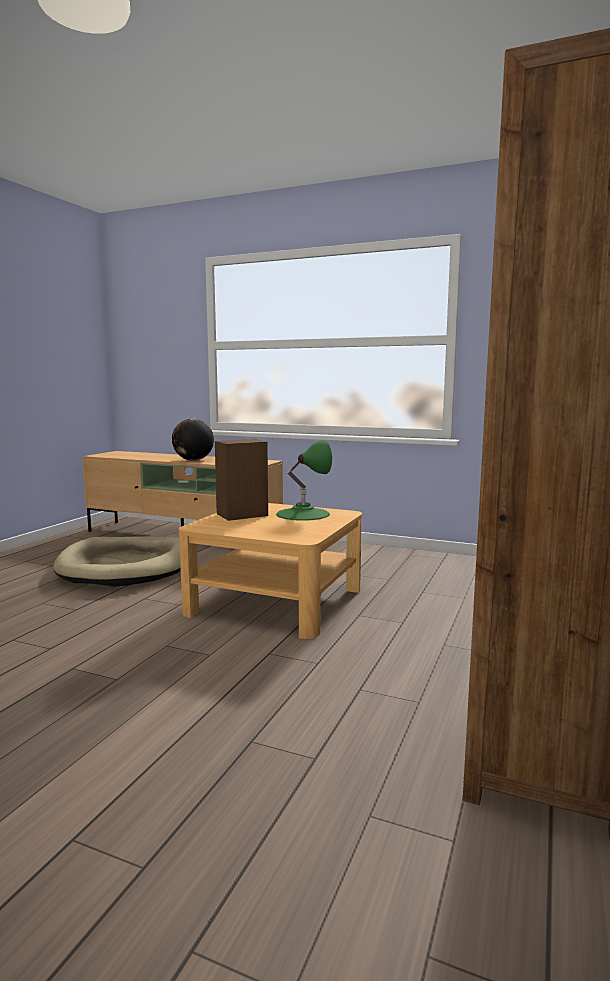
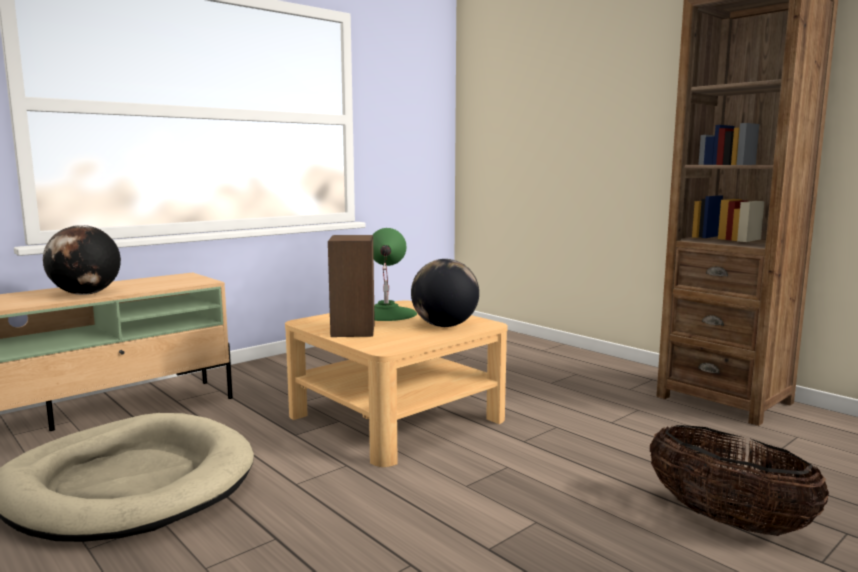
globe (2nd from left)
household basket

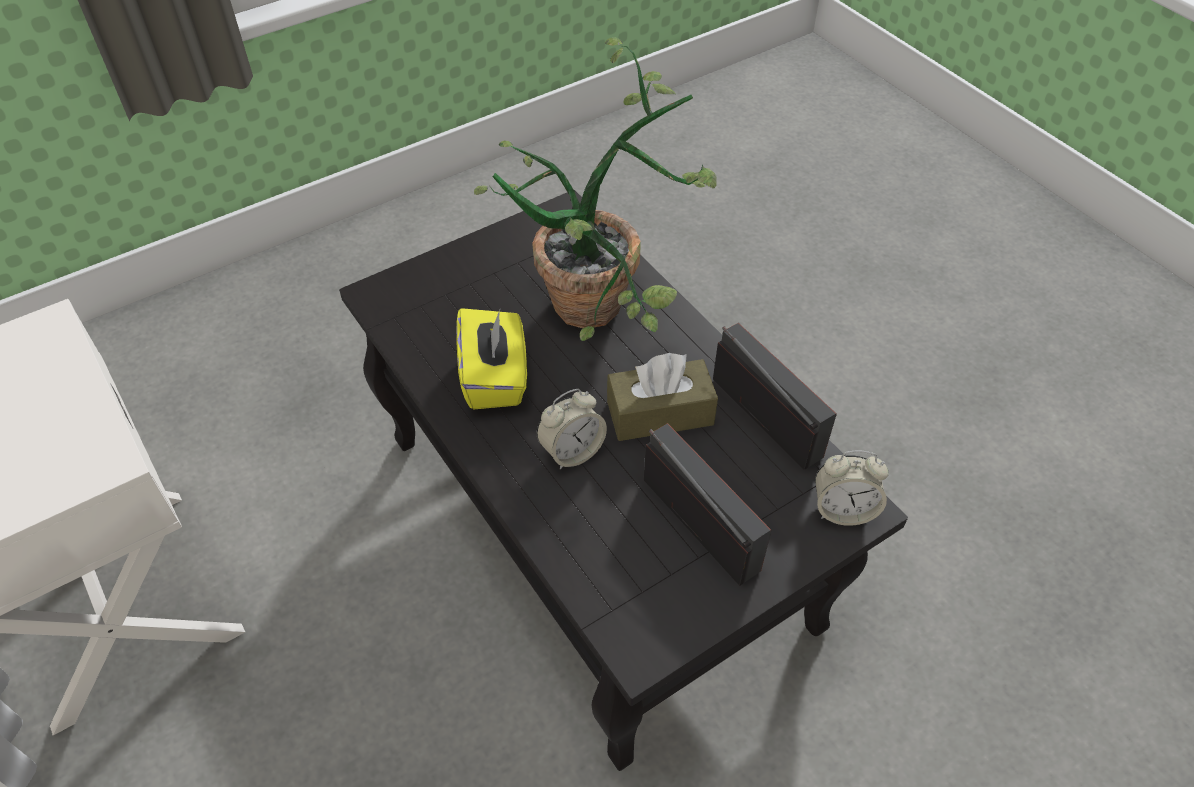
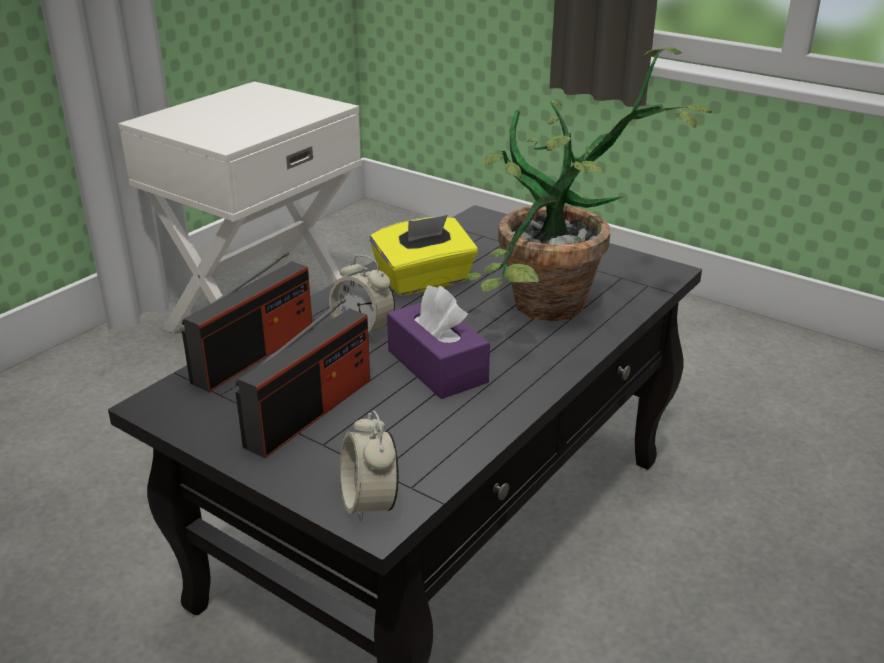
radio set (1st from left)
purple box of tissues

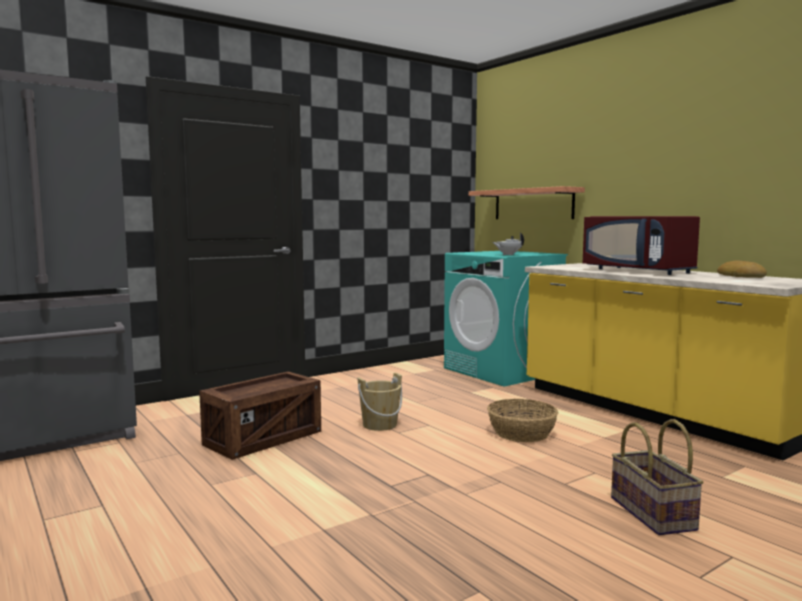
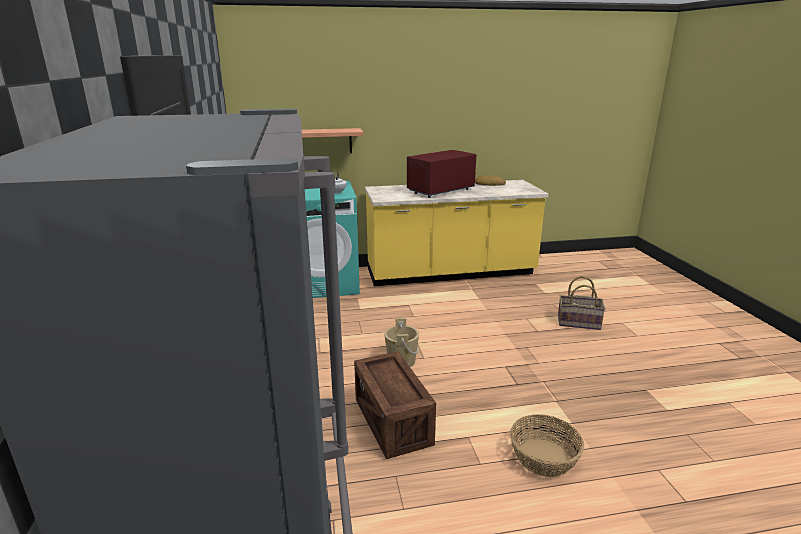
household basket (1st from left)
reddish kitchen microwave

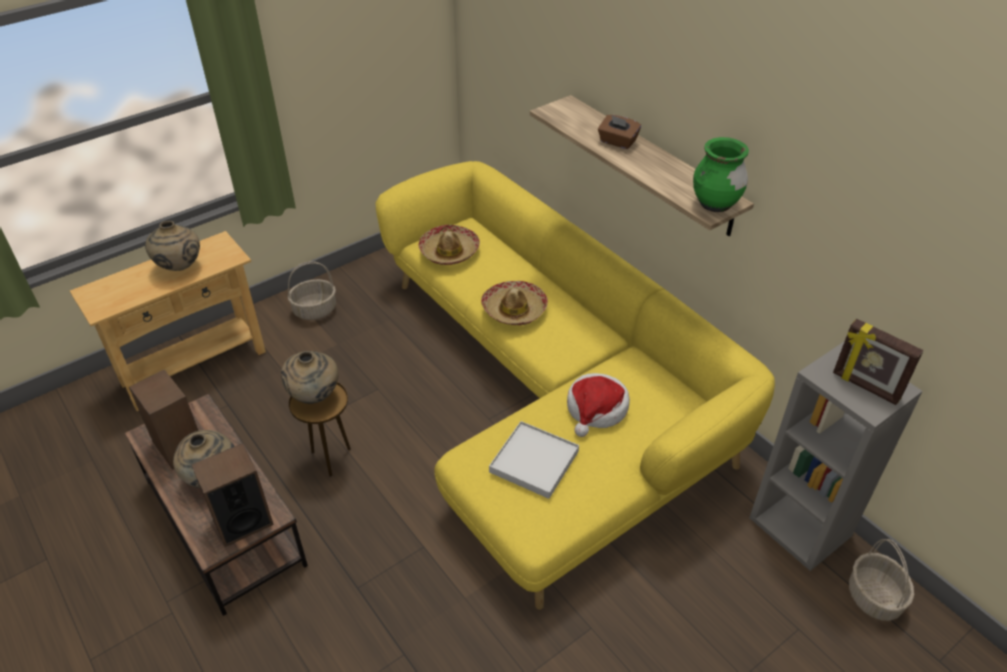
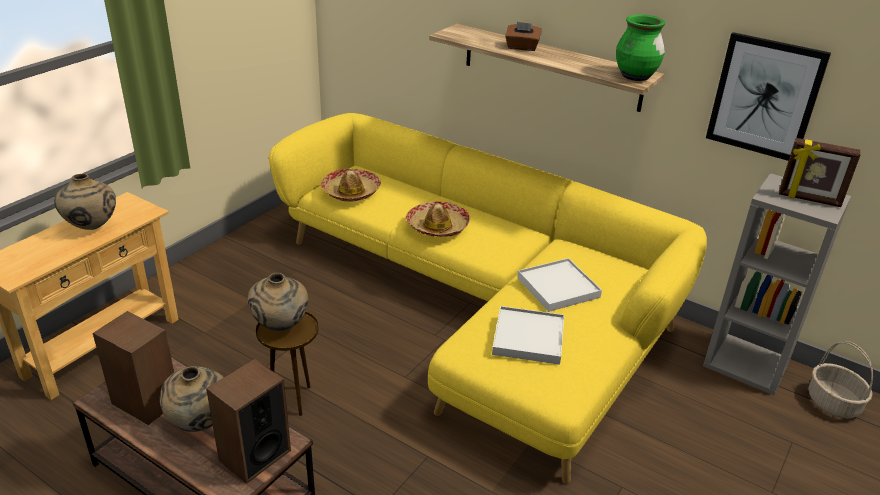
household basket (1st from left in the first image)
wall picture
white carrying tray (2nd from left)

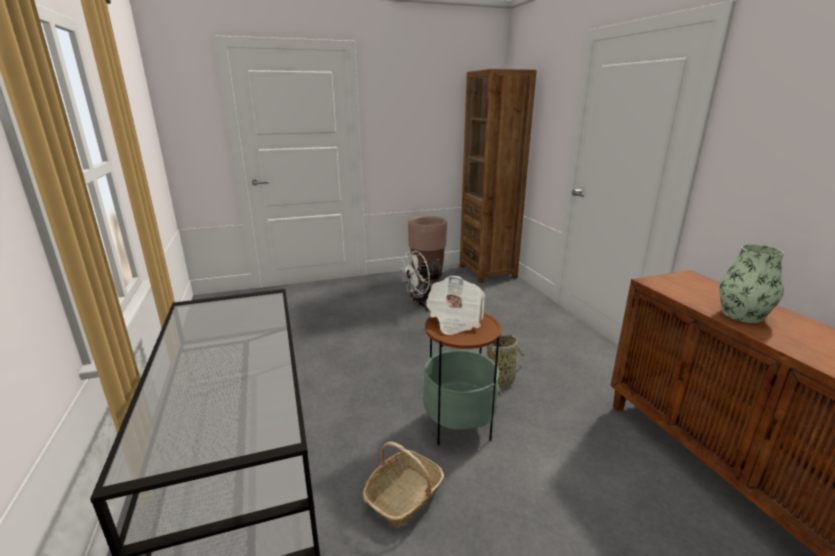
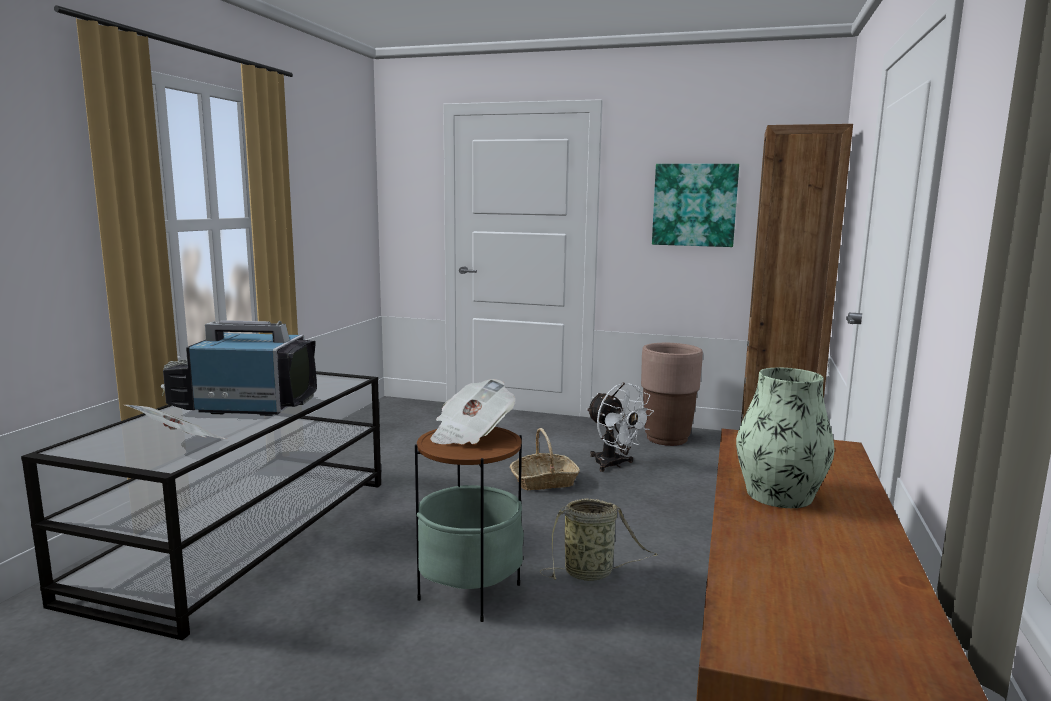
newspaper (1st from left)
television
wall picture
household basket (1st from left)
white electric fan

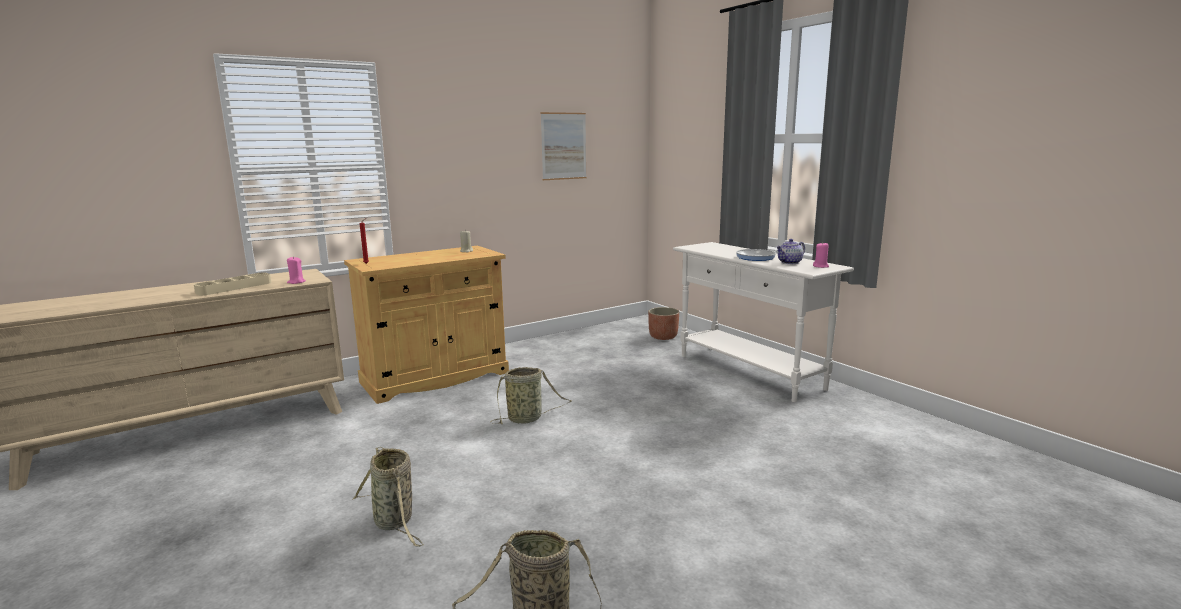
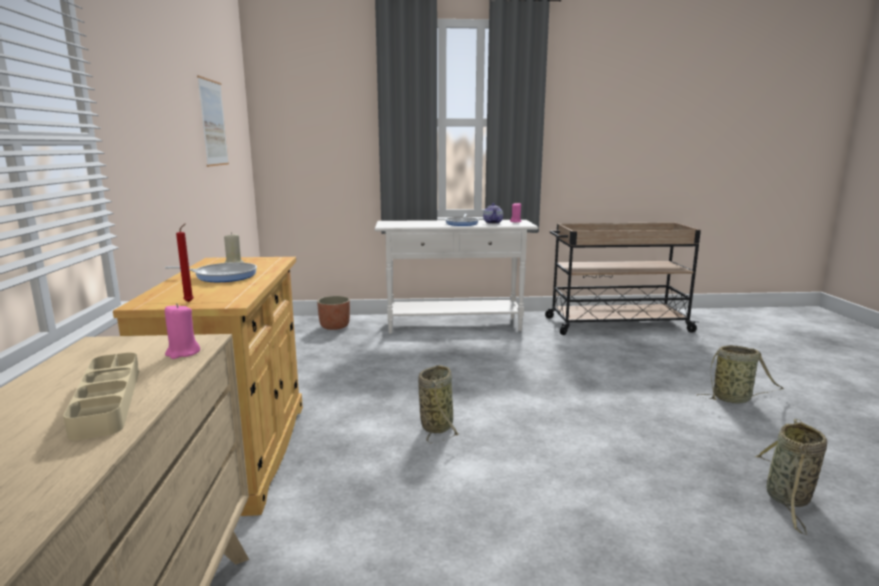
skillet (1st from left)
beige-coloured trolley
household basket (2nd from left)

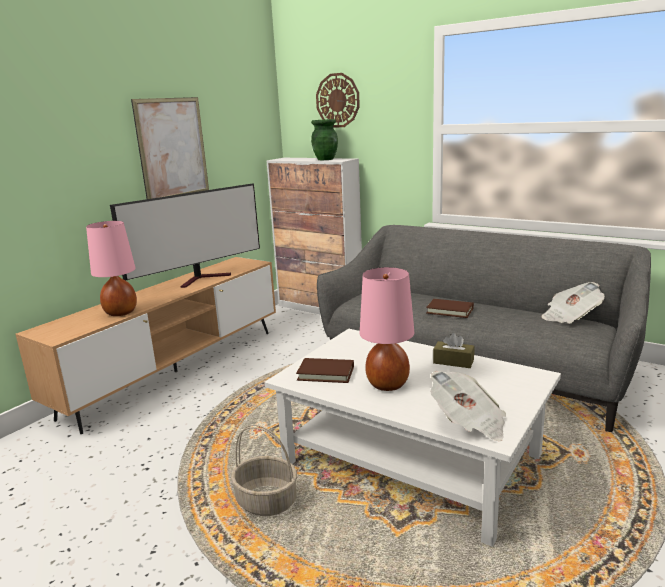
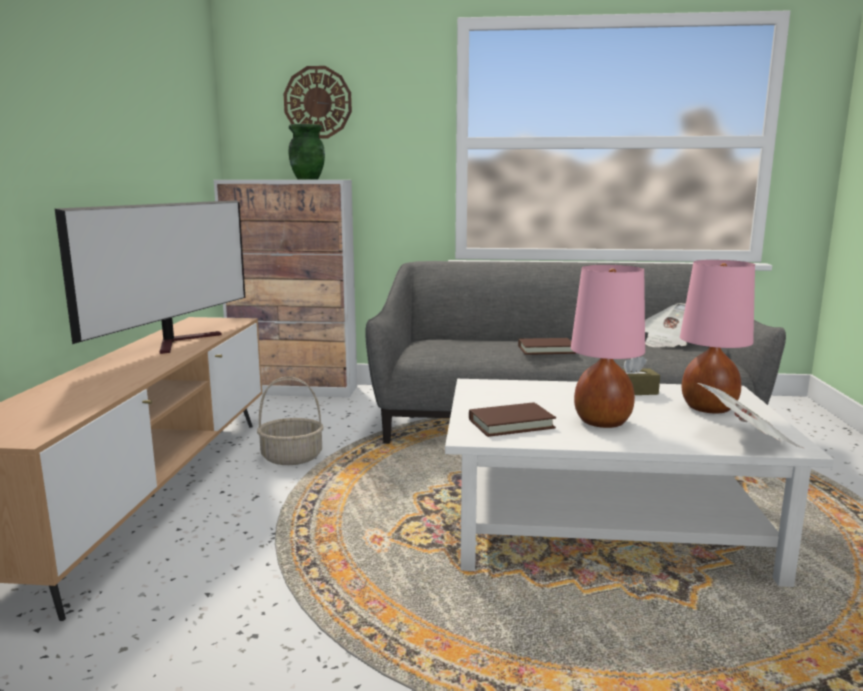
wall picture
pinkish lamp for a table (2nd from left)
household basket

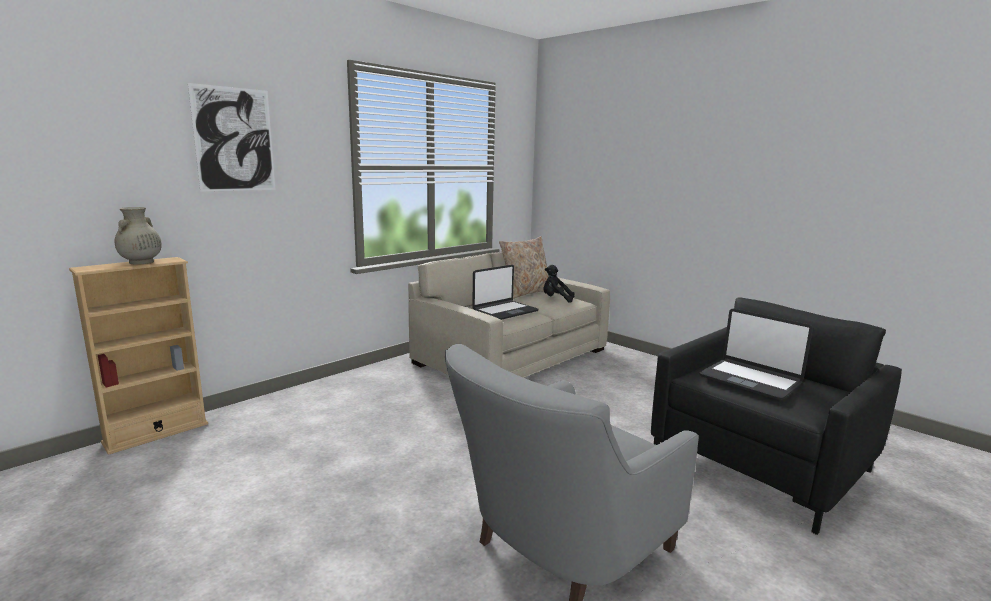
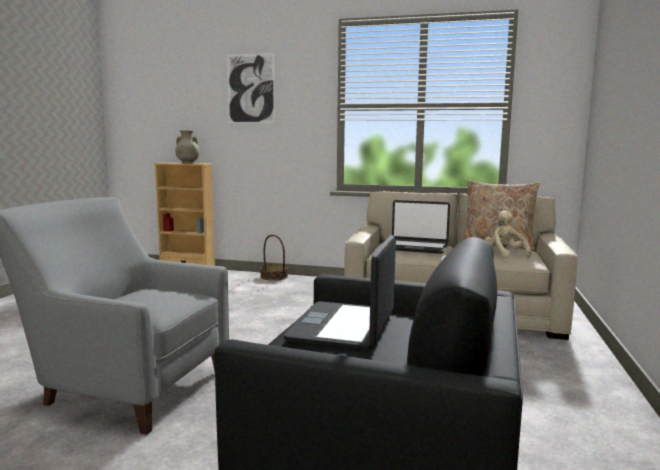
household basket
beige-coloured cuddly toy

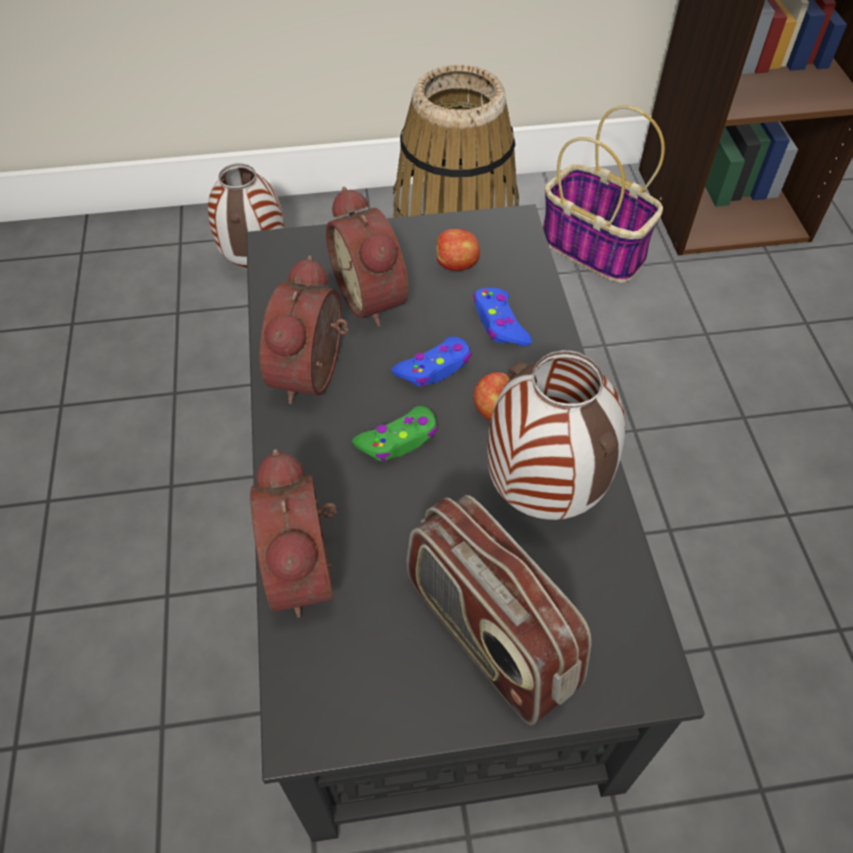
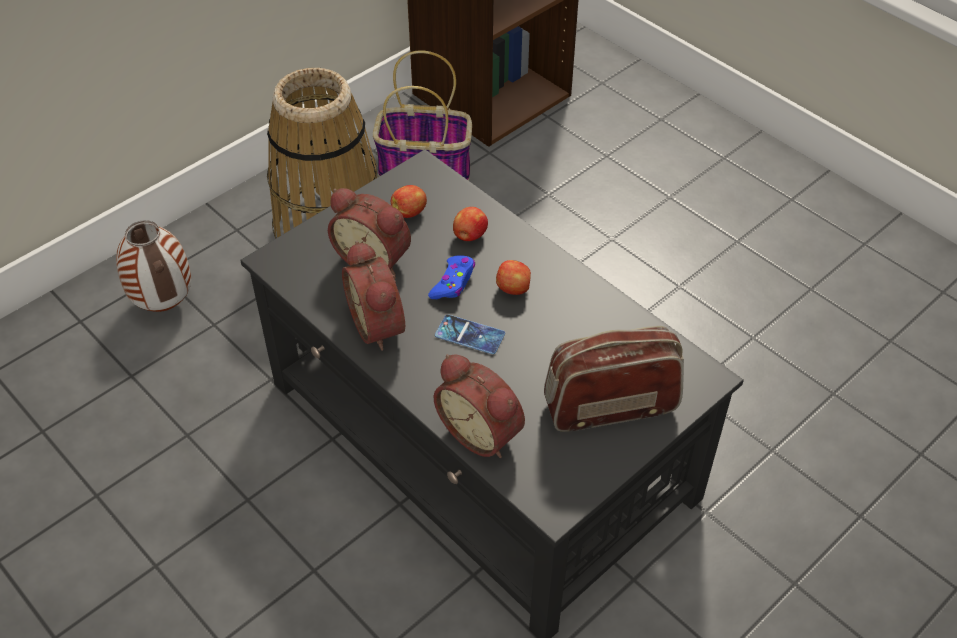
decorative vase (2nd from left in the first image)
telephone
apple fruit (2nd from left)
radio set

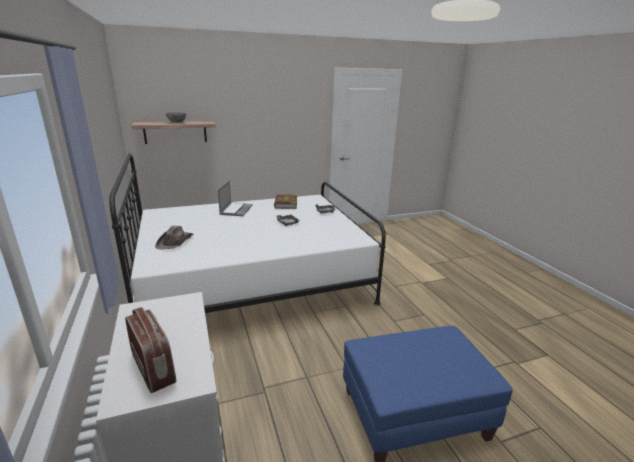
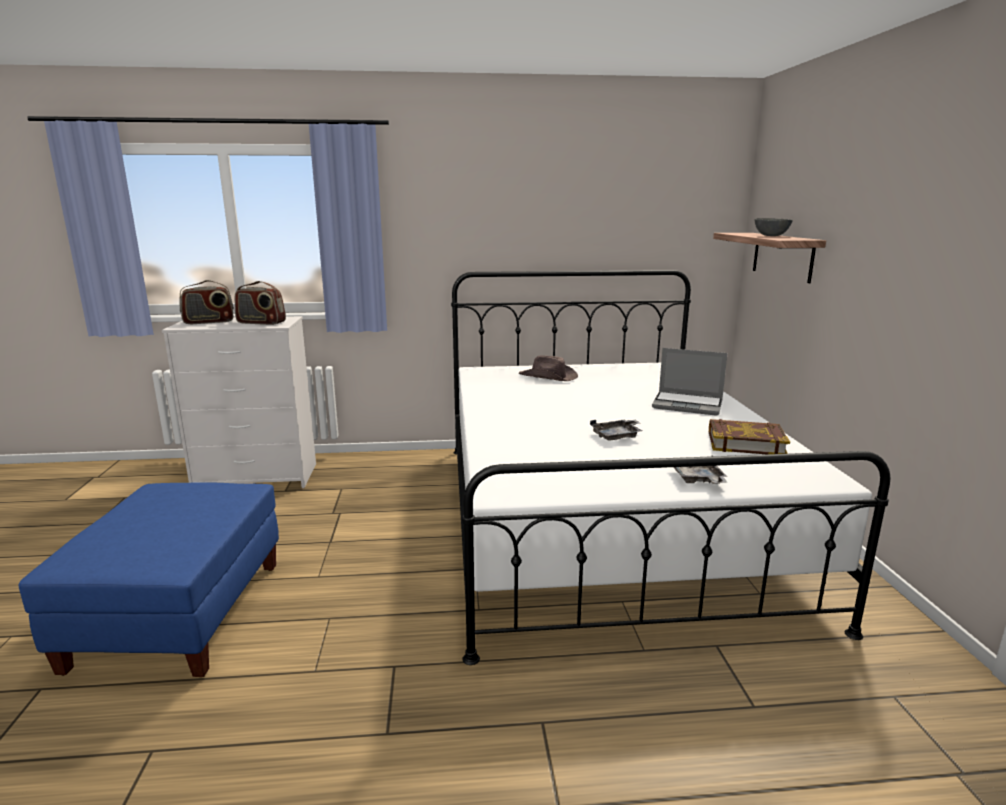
radio set (2nd from left)

